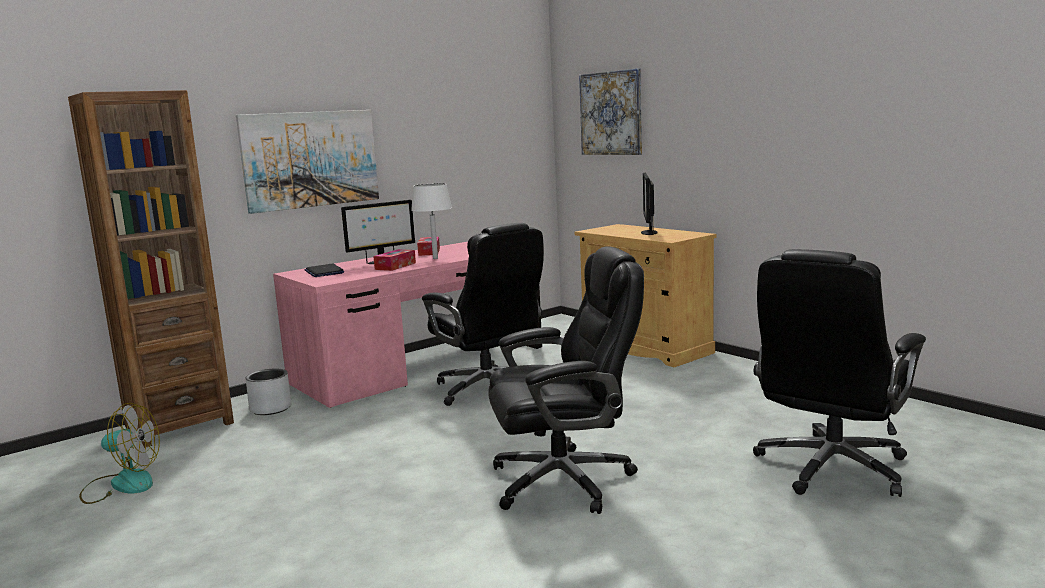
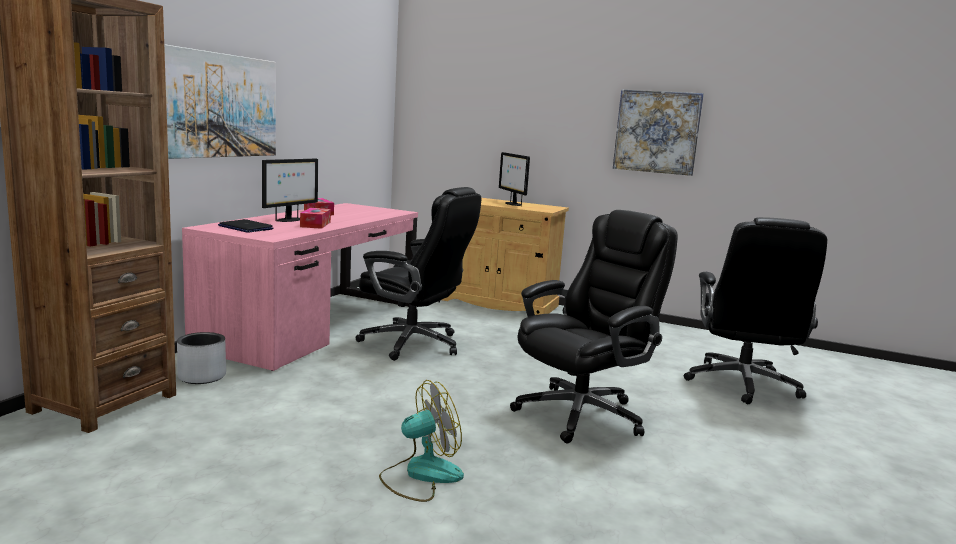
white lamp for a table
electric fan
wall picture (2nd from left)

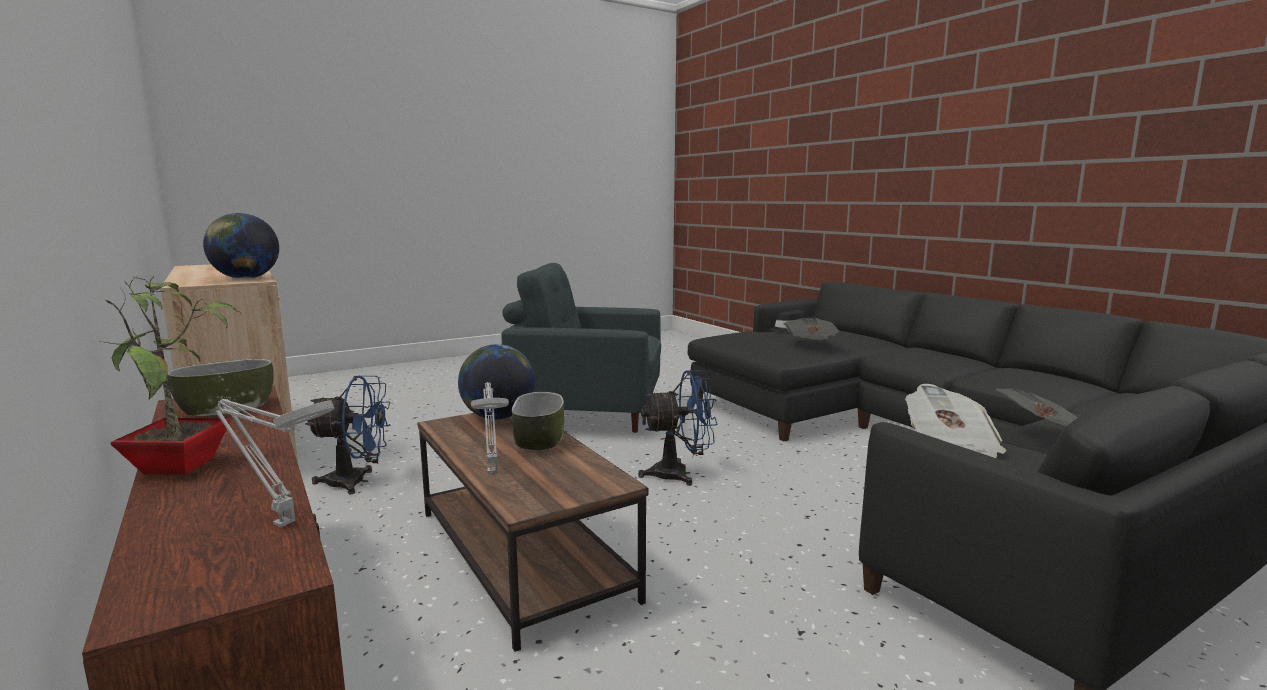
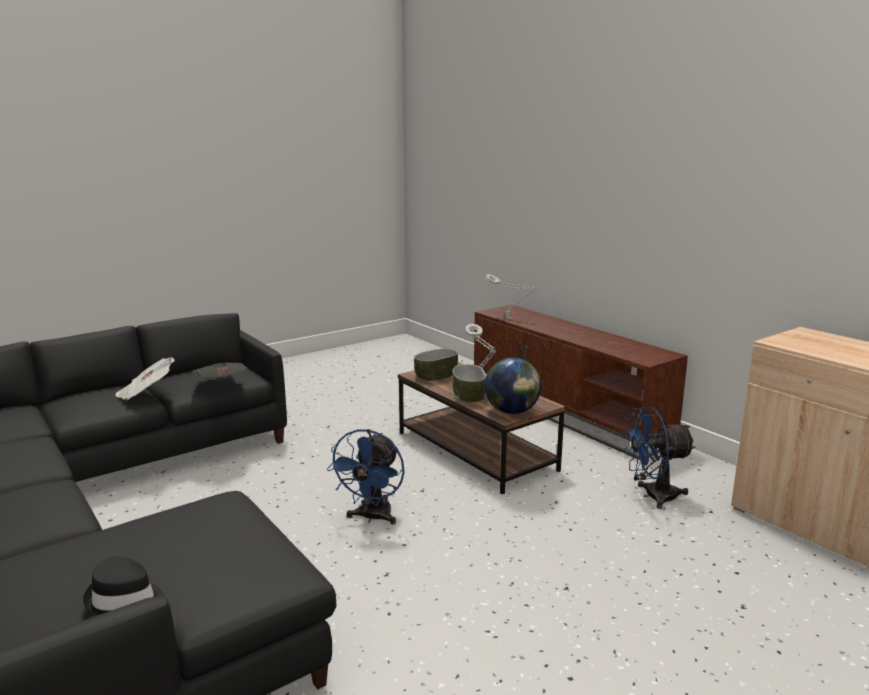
potted plant
globe (1st from left in the first image)
greyish lounge chair
newspaper (1st from left in the first image)
serving bowl (1st from left)
blue electric fan (1st from left)

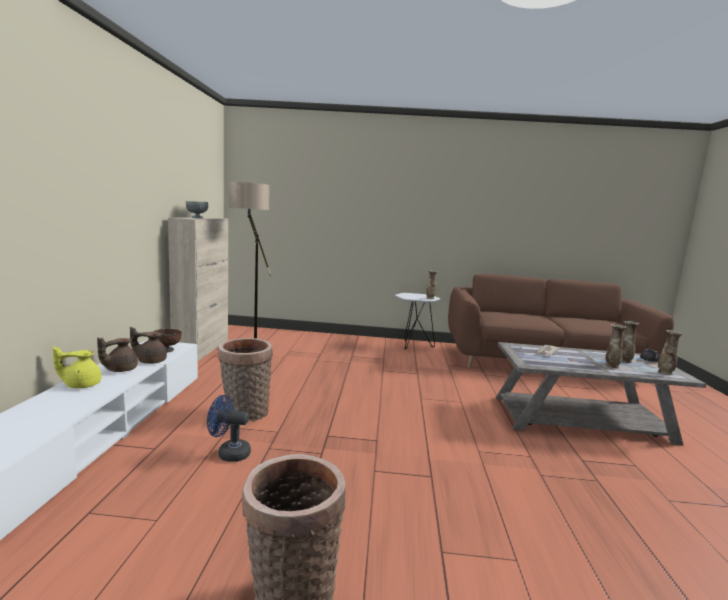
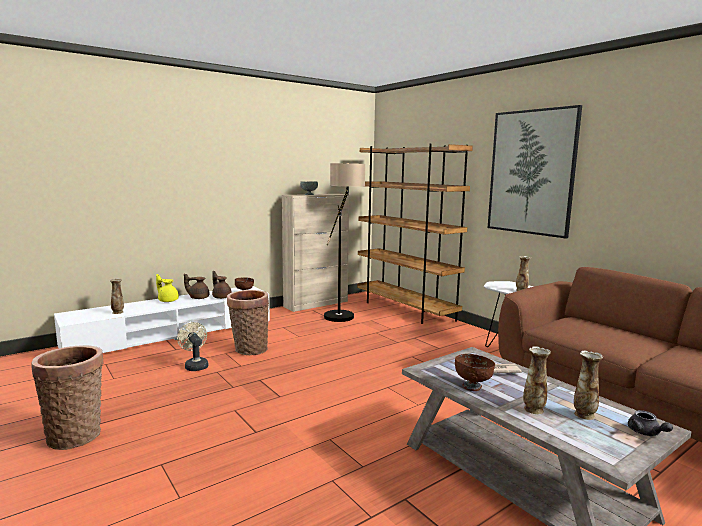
brown-coloured bookcase
brown-coloured serving bowl (2nd from left)
wall picture
decorative vase (1st from left)
beige-coloured electric fan

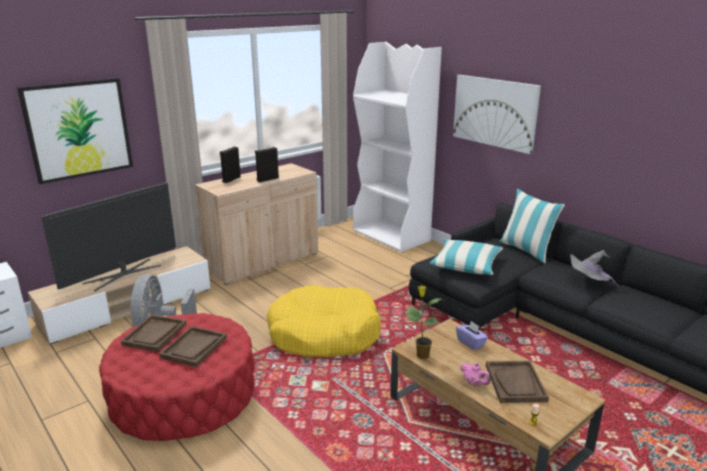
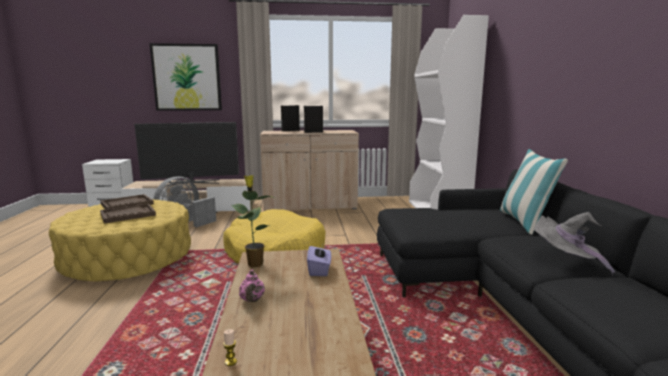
pillow (1st from left in the first image)
wall picture (2nd from left in the first image)
brown-coloured carrying tray (3rd from left in the first image)
yellow ottoman

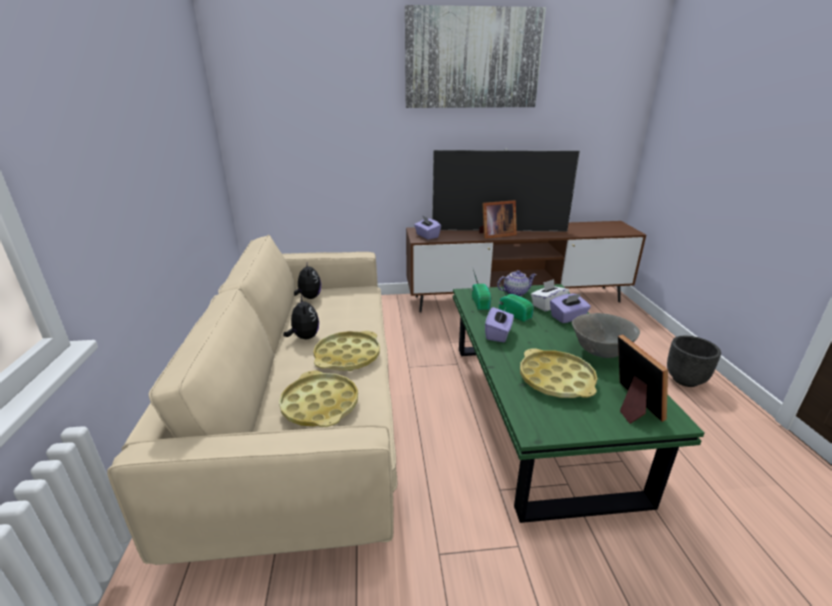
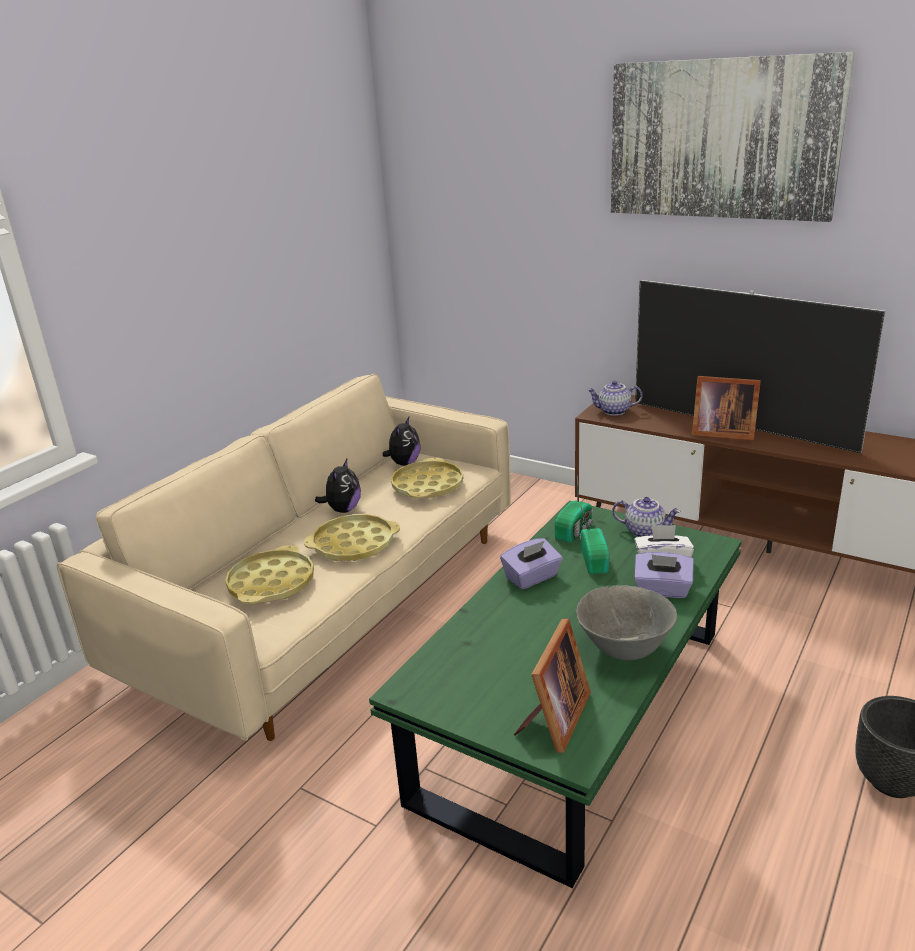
yellow carrying tray (3rd from left)
pot for tea (1st from left)

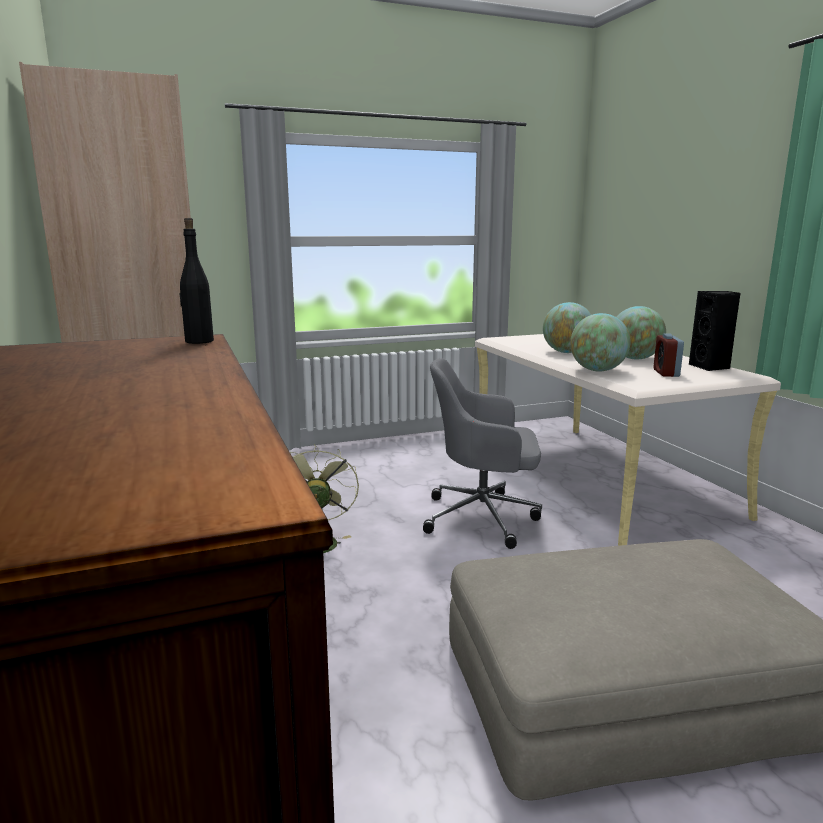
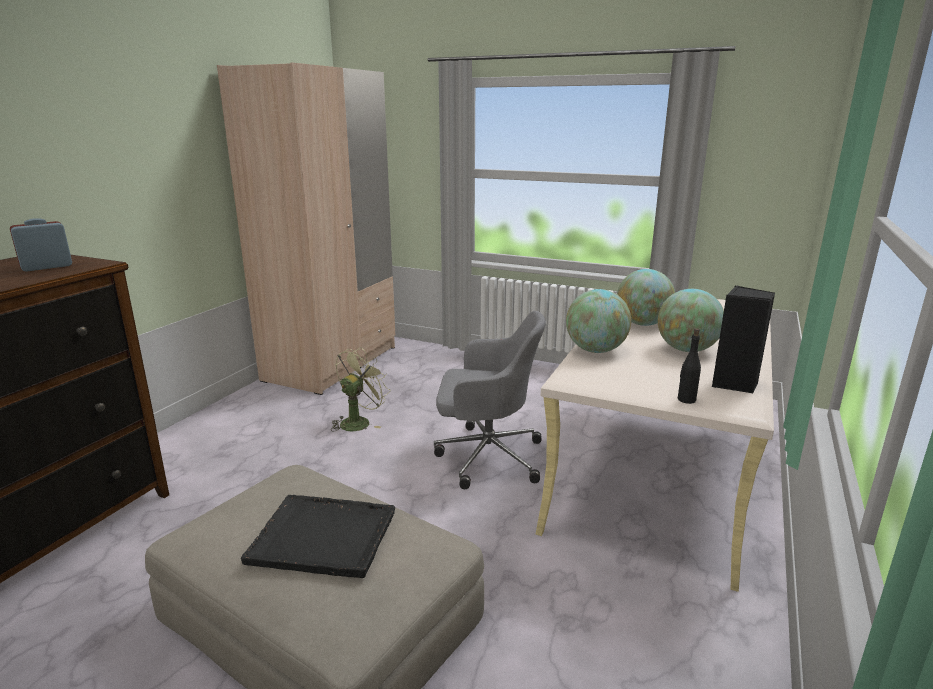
black carrying tray
black drink bottle
alarm clock
greyish office chair

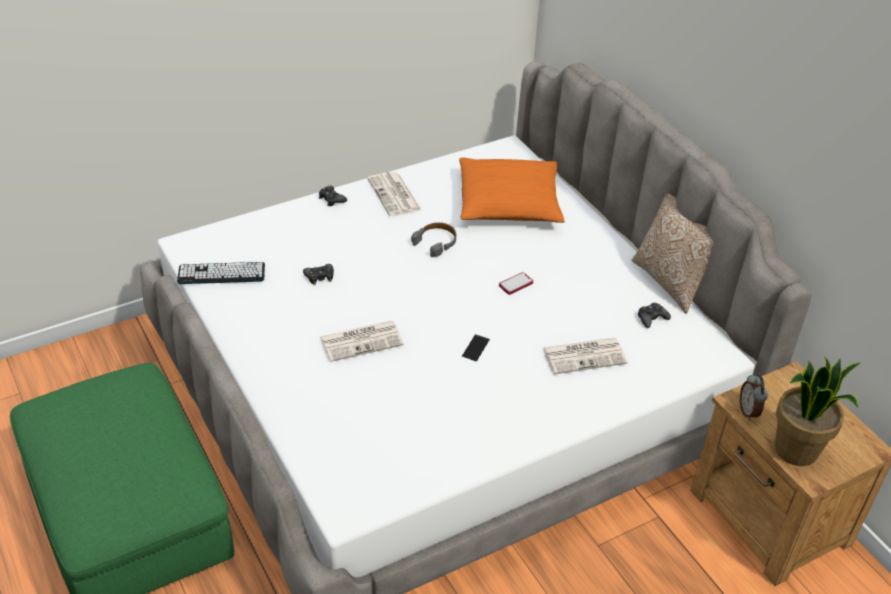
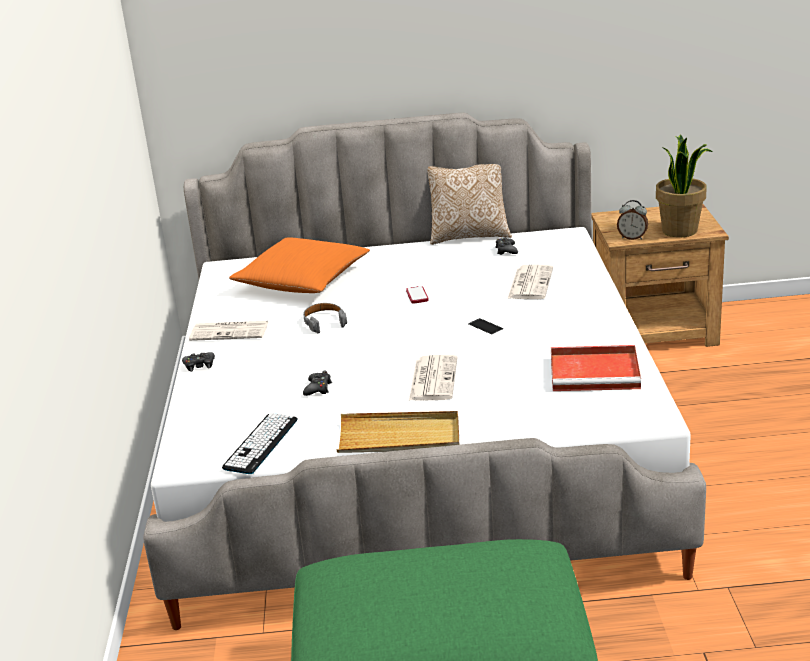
beige-coloured carrying tray
reddish carrying tray

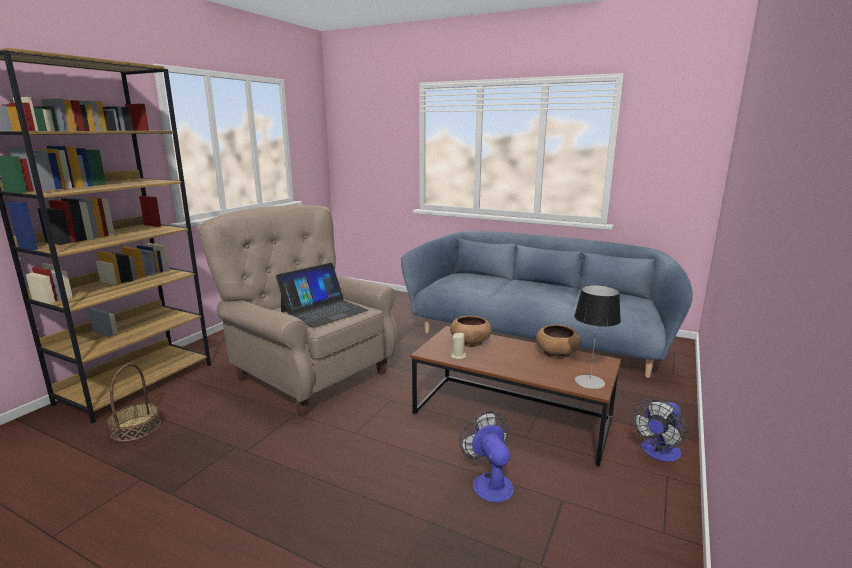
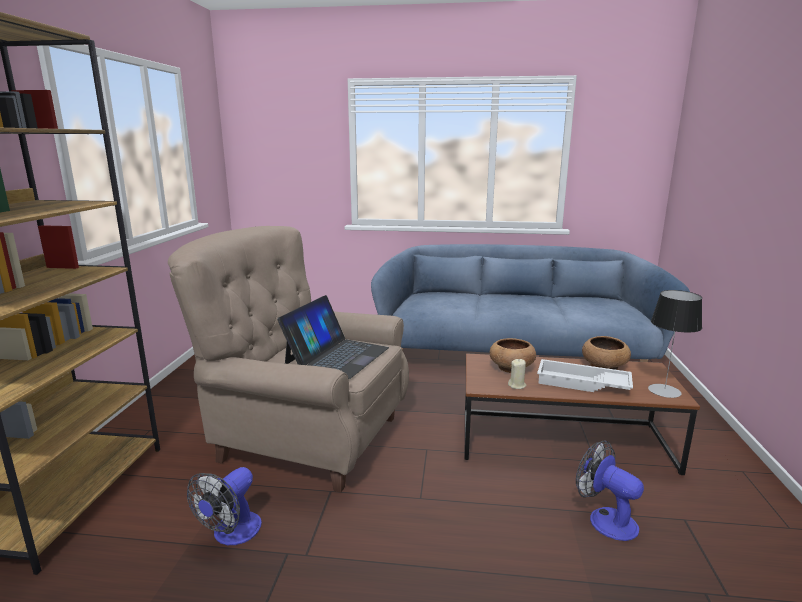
household basket
white carrying tray
electric fan (1st from left)

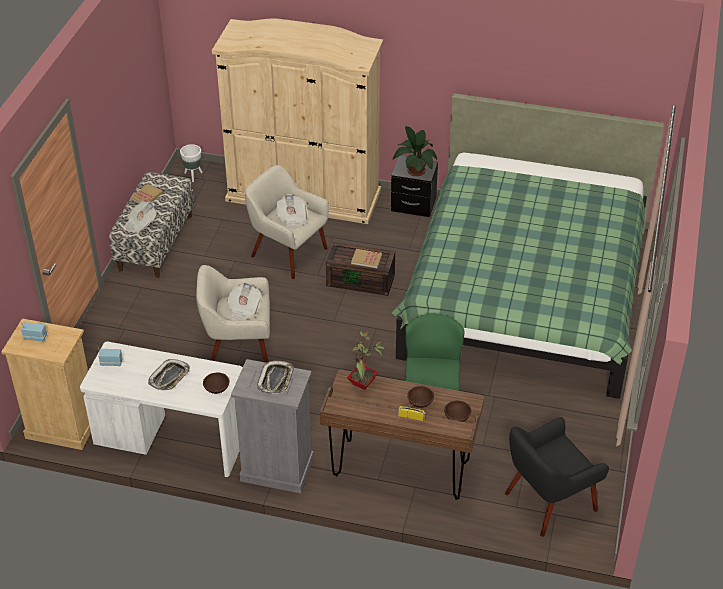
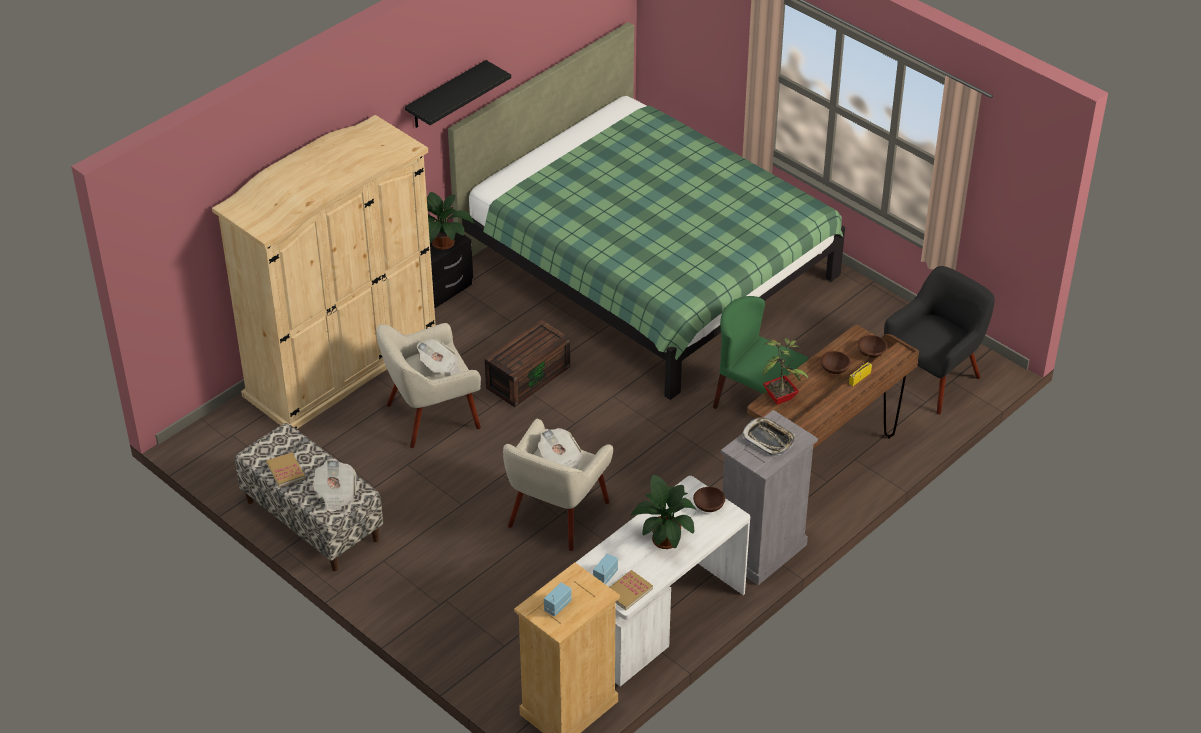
white planter
black shelf
book (2nd from left)
potted plant (2nd from left)
black lounge chair

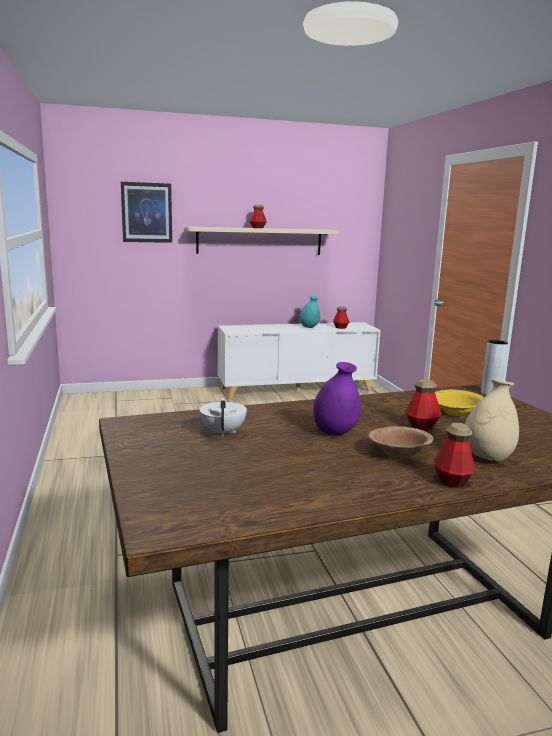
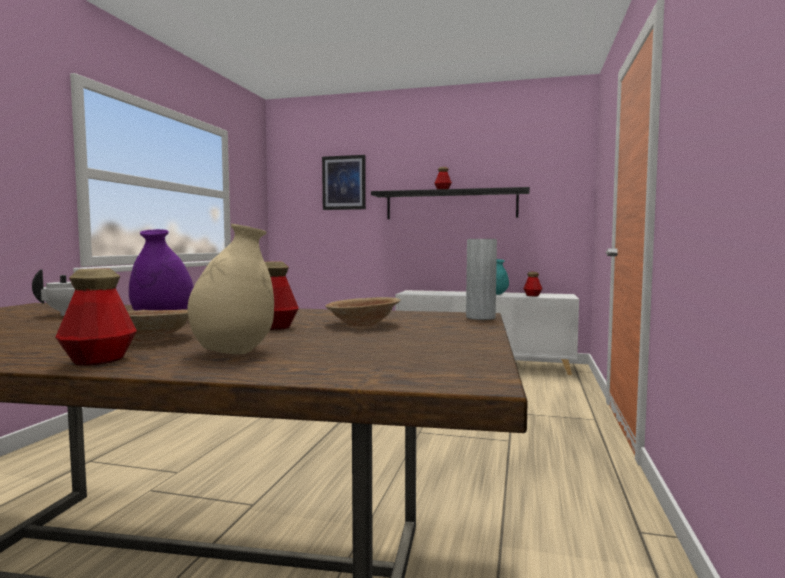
black shelf
brown-coloured serving bowl (2nd from left)

